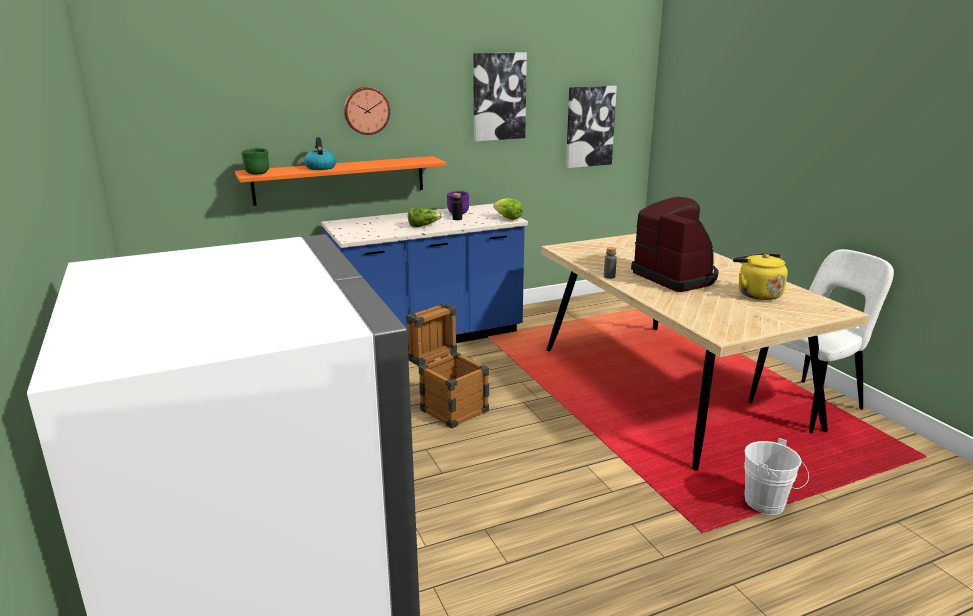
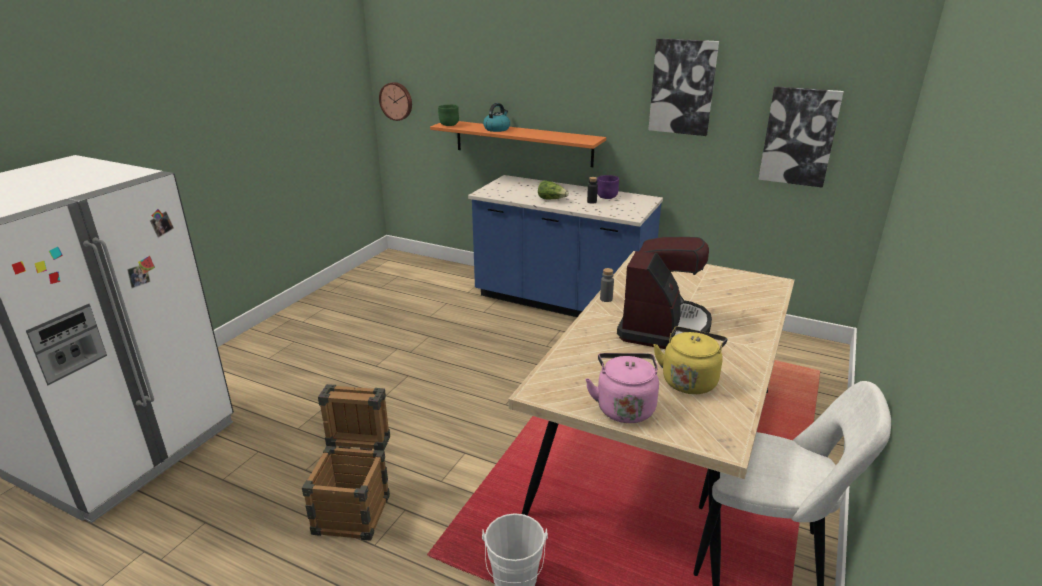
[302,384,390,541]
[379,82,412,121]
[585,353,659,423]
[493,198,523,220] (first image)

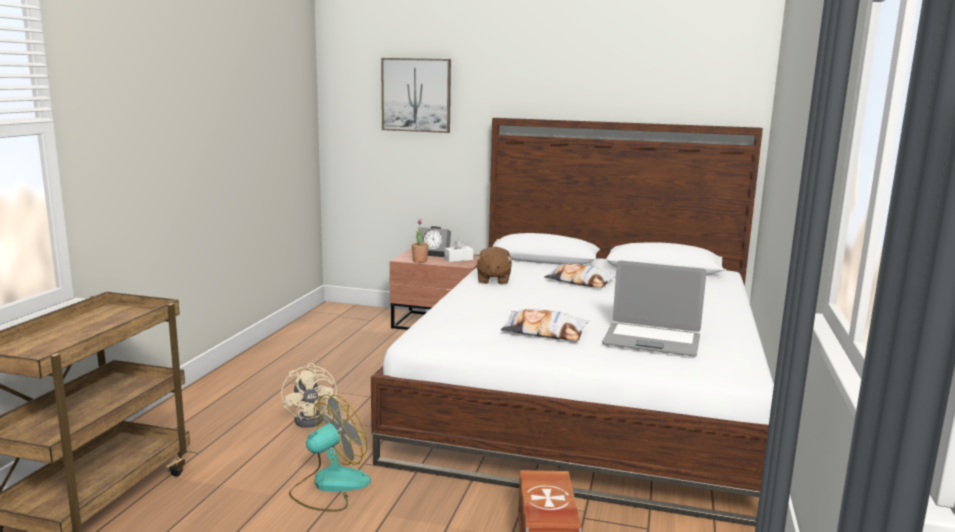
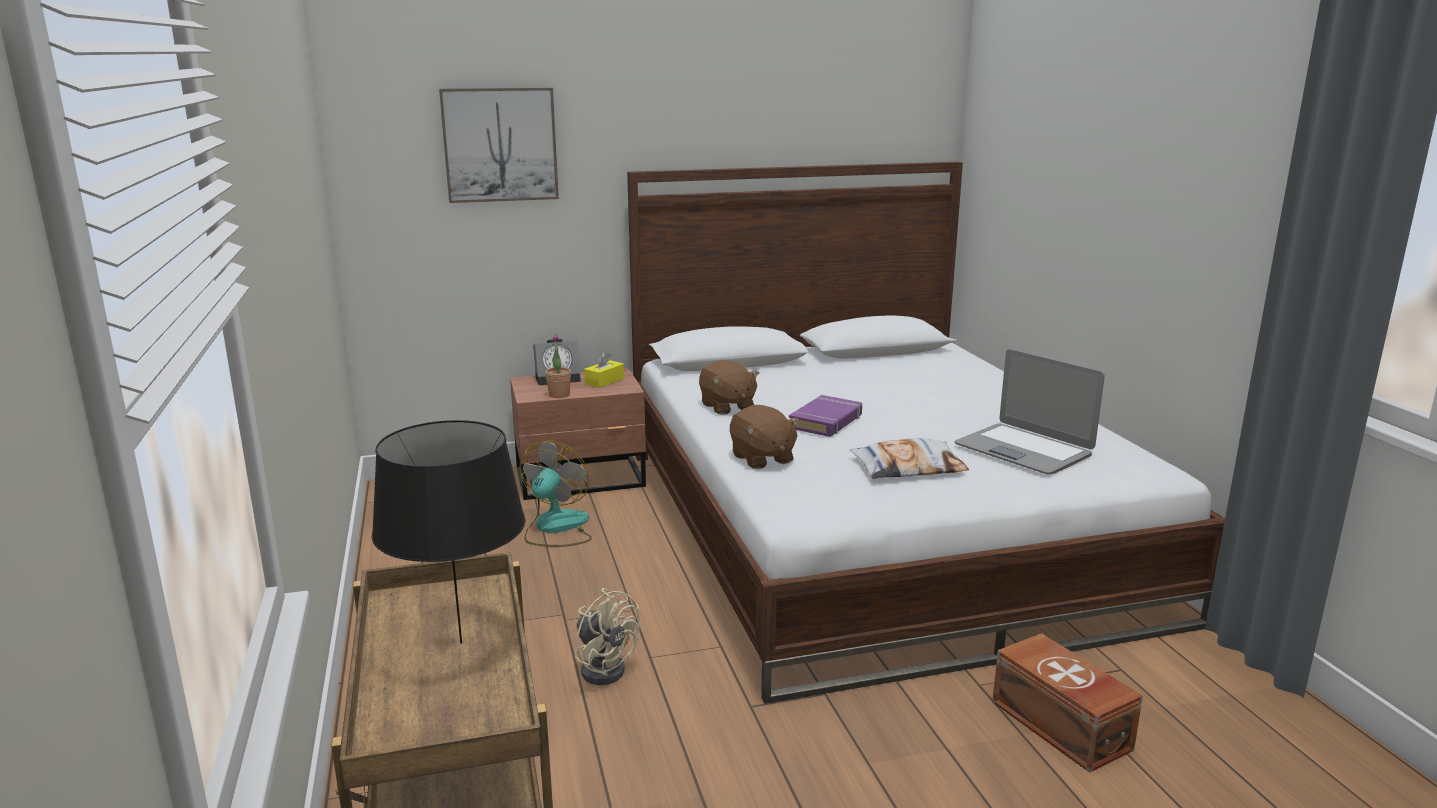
[372,420,526,644]
[520,441,592,547]
[584,351,624,388]
[730,405,800,469]
[789,395,862,437]
[955,349,1105,475]
[544,263,616,288] (first image)

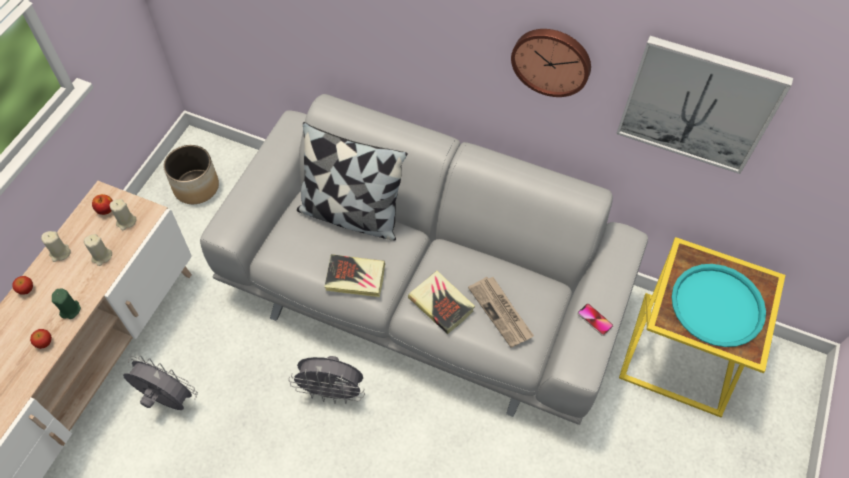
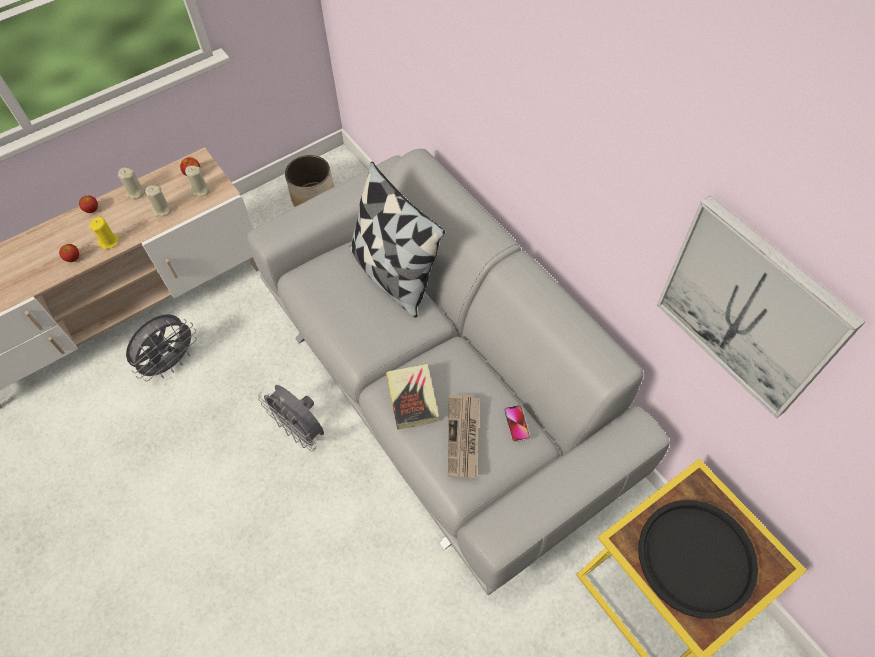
[89,217,119,250]
[126,314,197,381]
[504,405,530,442]
[638,500,758,619]
[324,254,385,297] (first image)
[511,29,591,97] (first image)

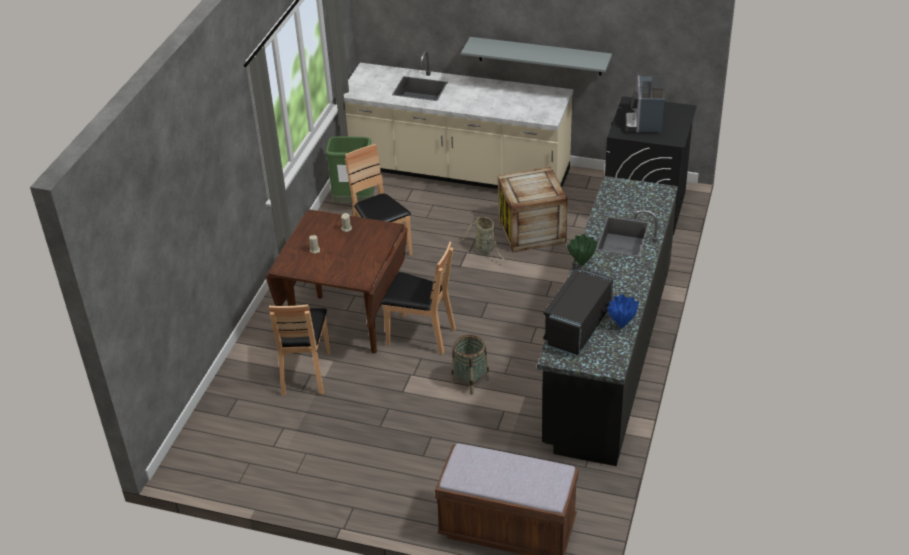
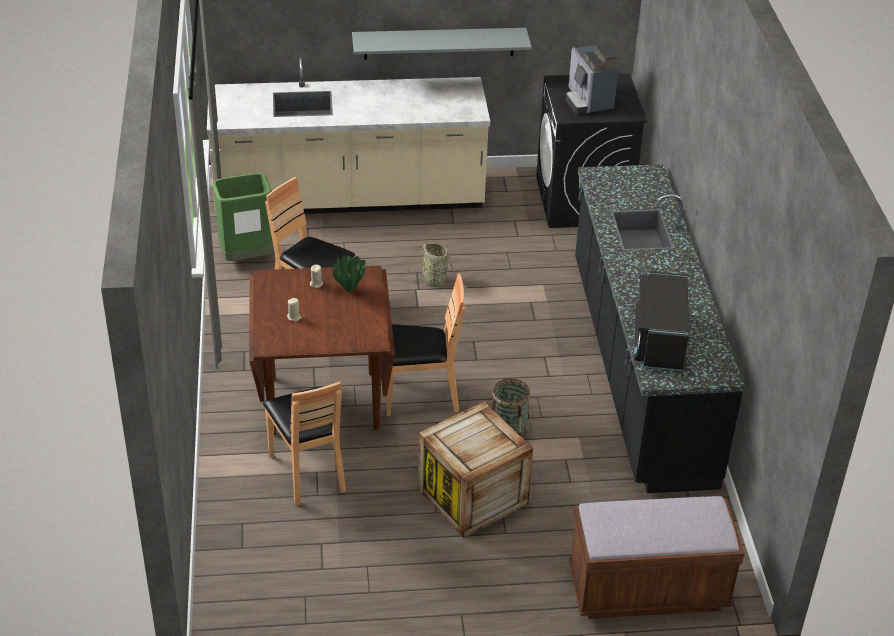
[332,255,366,292]
[418,402,533,538]
[607,294,639,328] (first image)

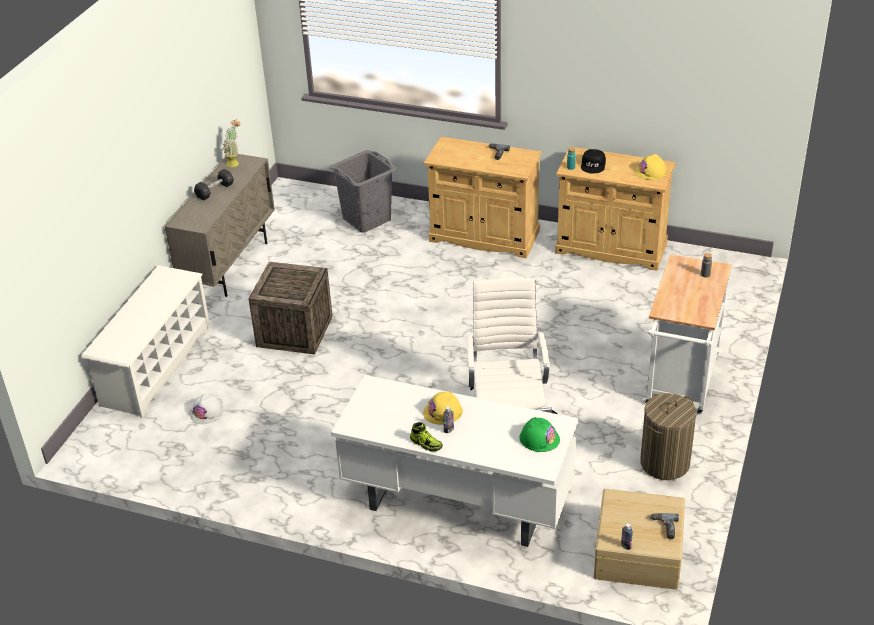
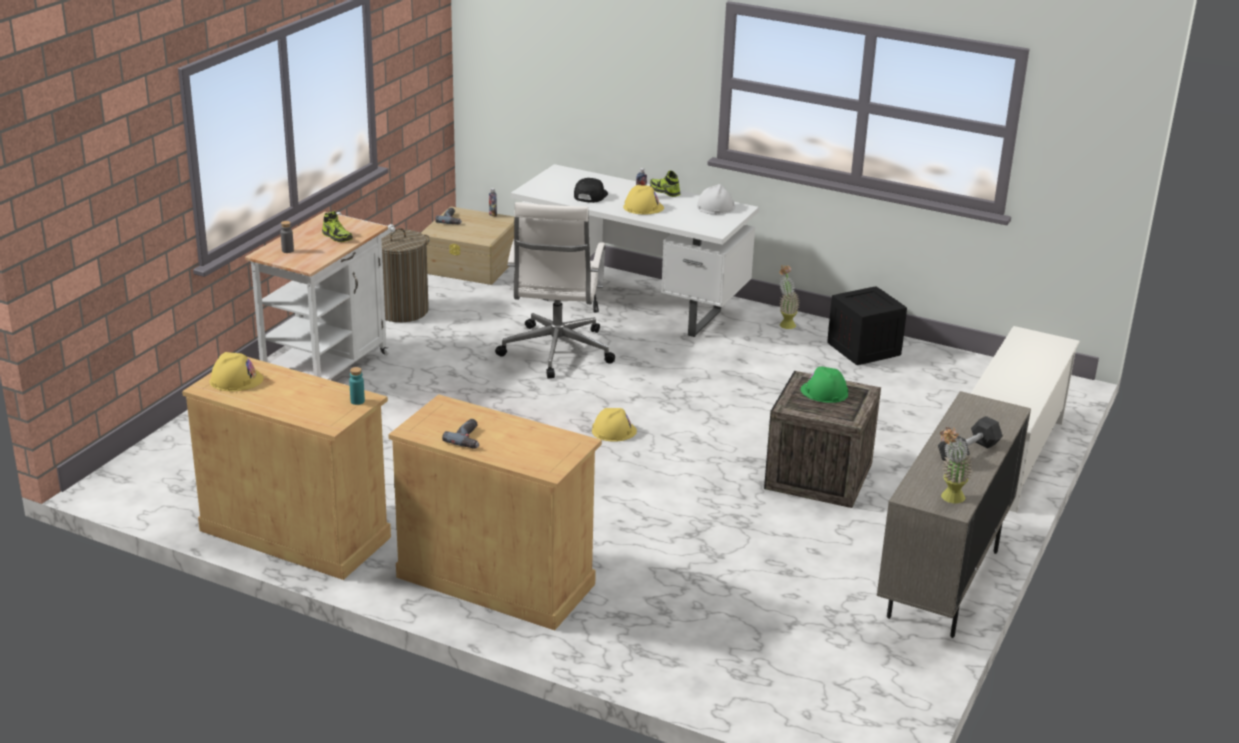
[322,211,353,242]
[574,178,608,203]
[592,408,637,442]
[697,184,736,215]
[779,265,799,329]
[801,367,848,403]
[827,286,907,365]
[330,150,396,233] (first image)

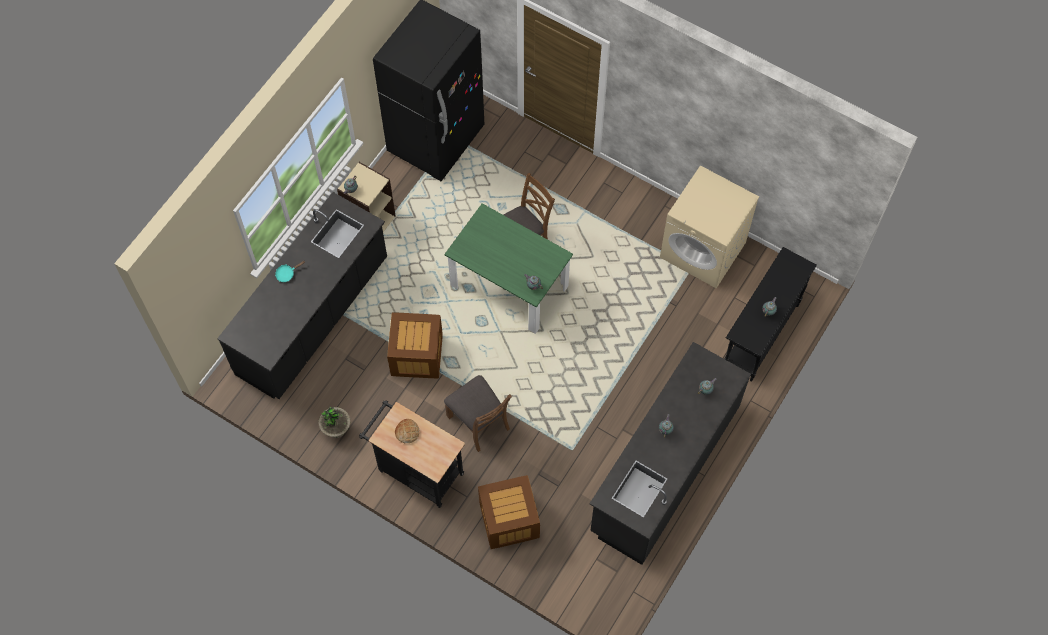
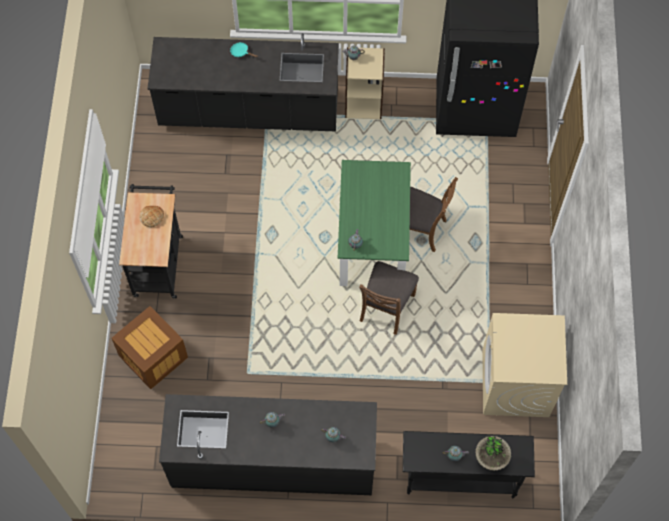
[359,261,419,335]
[475,436,511,471]
[387,312,443,378] (first image)

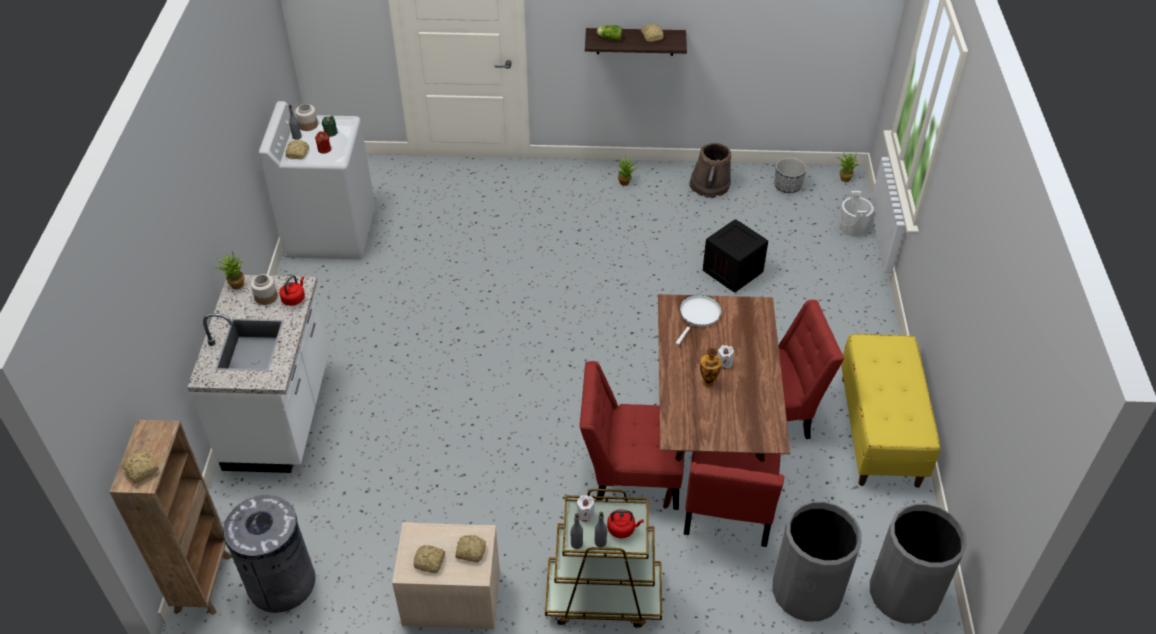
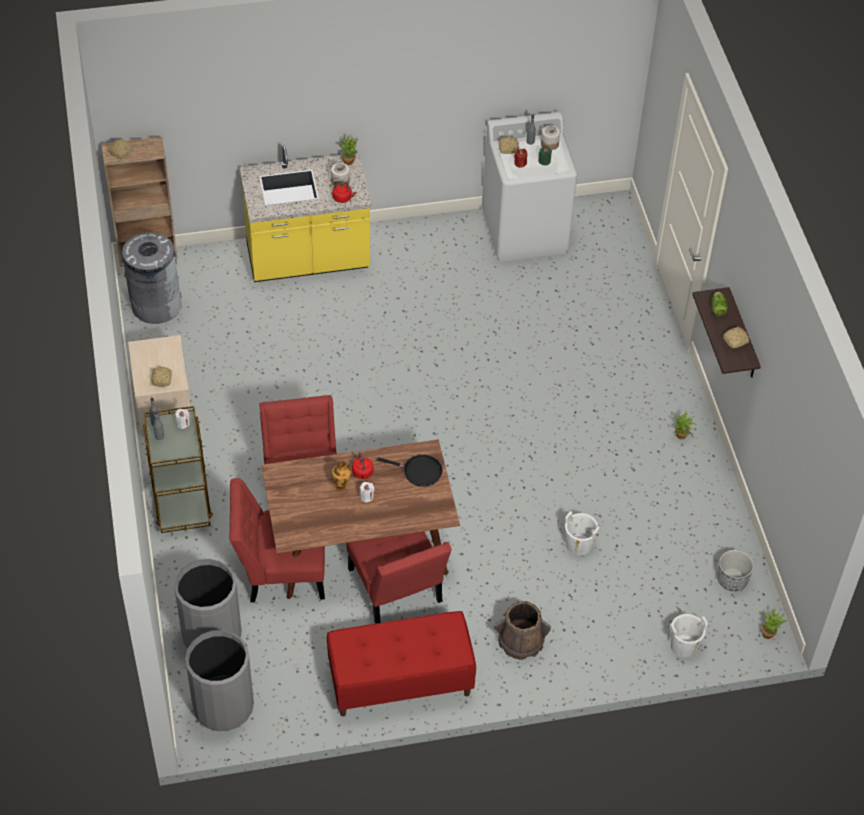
[239,145,372,282]
[327,611,476,716]
[352,452,374,479]
[377,454,442,487]
[494,601,551,660]
[565,511,599,555]
[414,545,445,573] (first image)

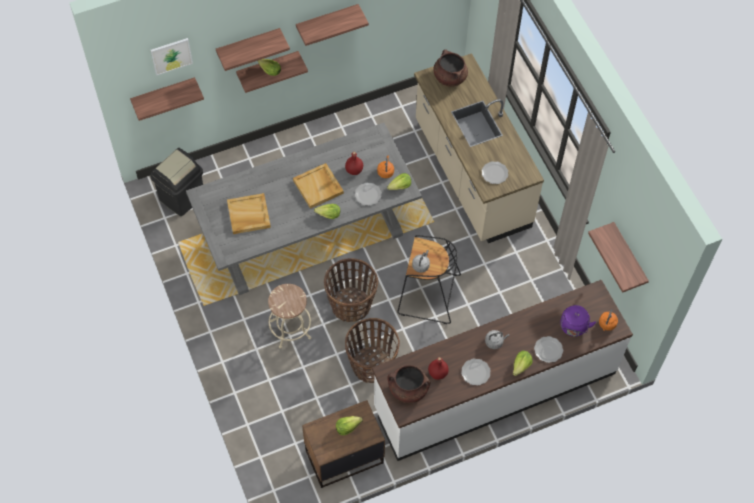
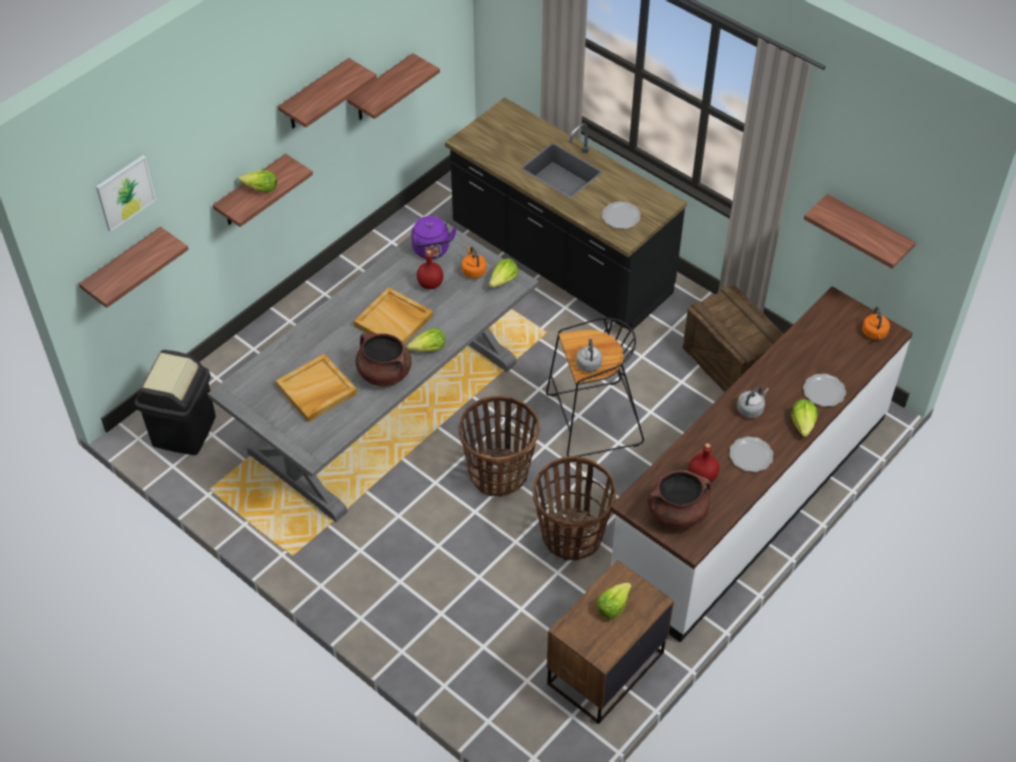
[347,53,440,120]
[356,333,412,386]
[411,216,457,259]
[445,97,687,330]
[683,285,784,392]
[268,284,311,349] (first image)
[355,183,382,206] (first image)

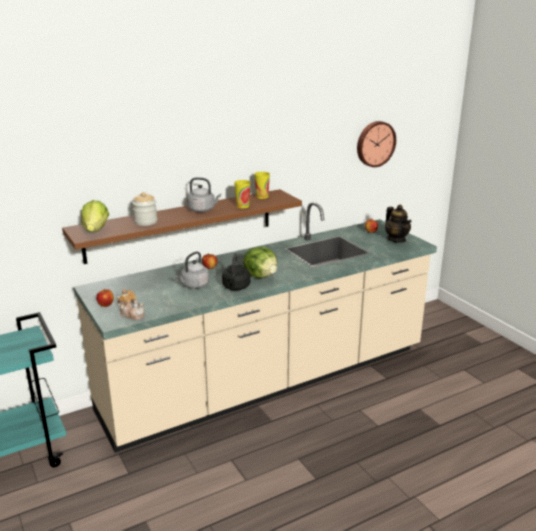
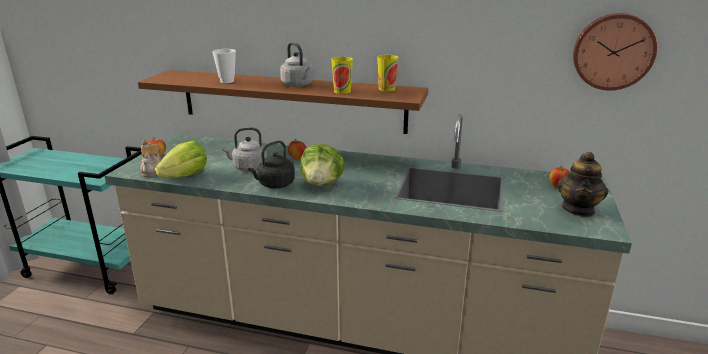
[155,141,207,178]
[212,49,236,83]

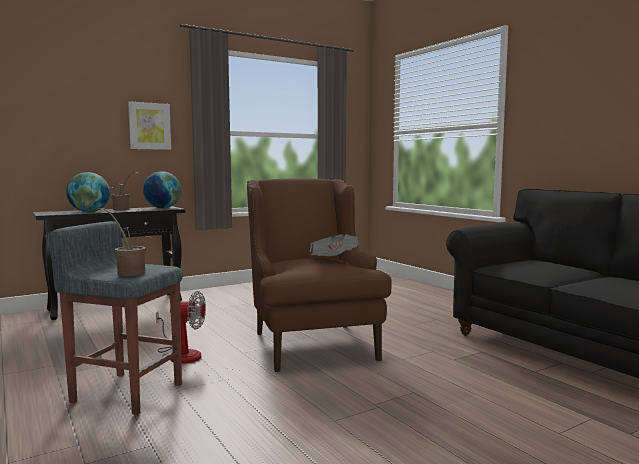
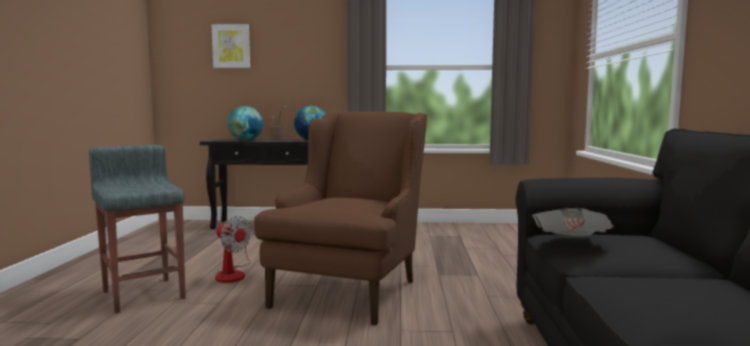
[212,24,250,68]
[532,208,614,236]
[96,208,150,276] (first image)

